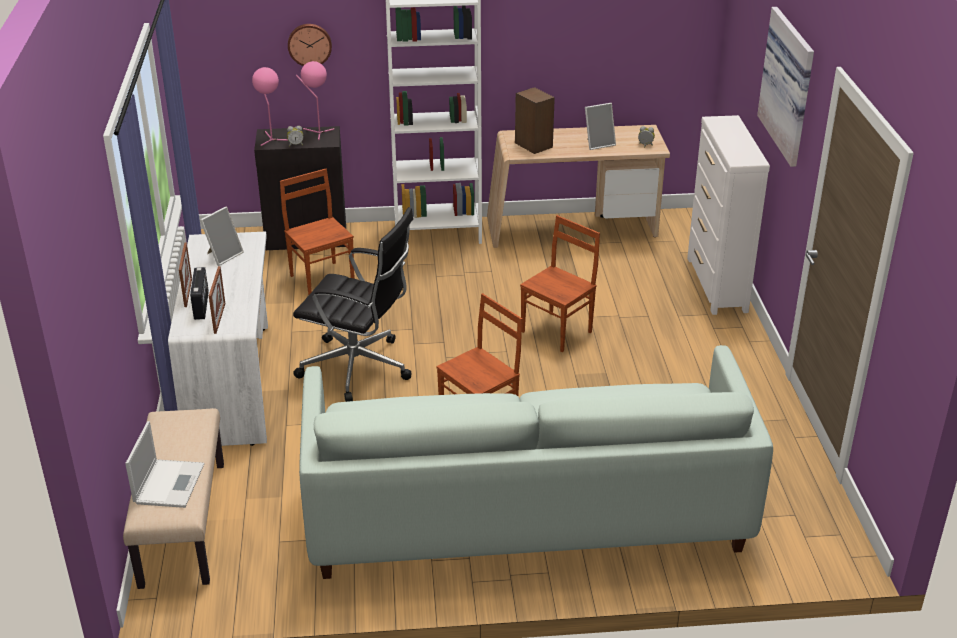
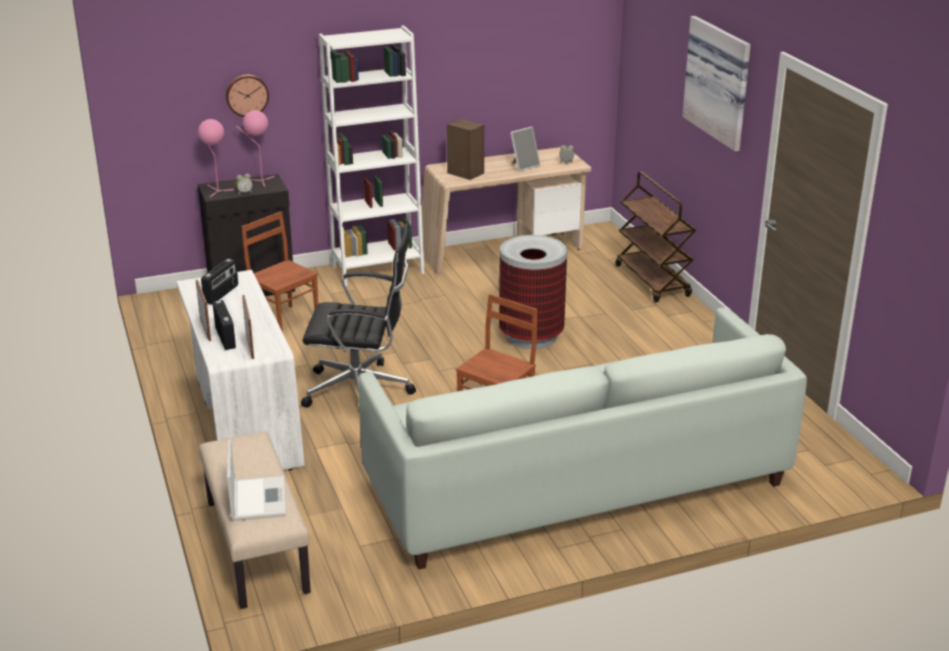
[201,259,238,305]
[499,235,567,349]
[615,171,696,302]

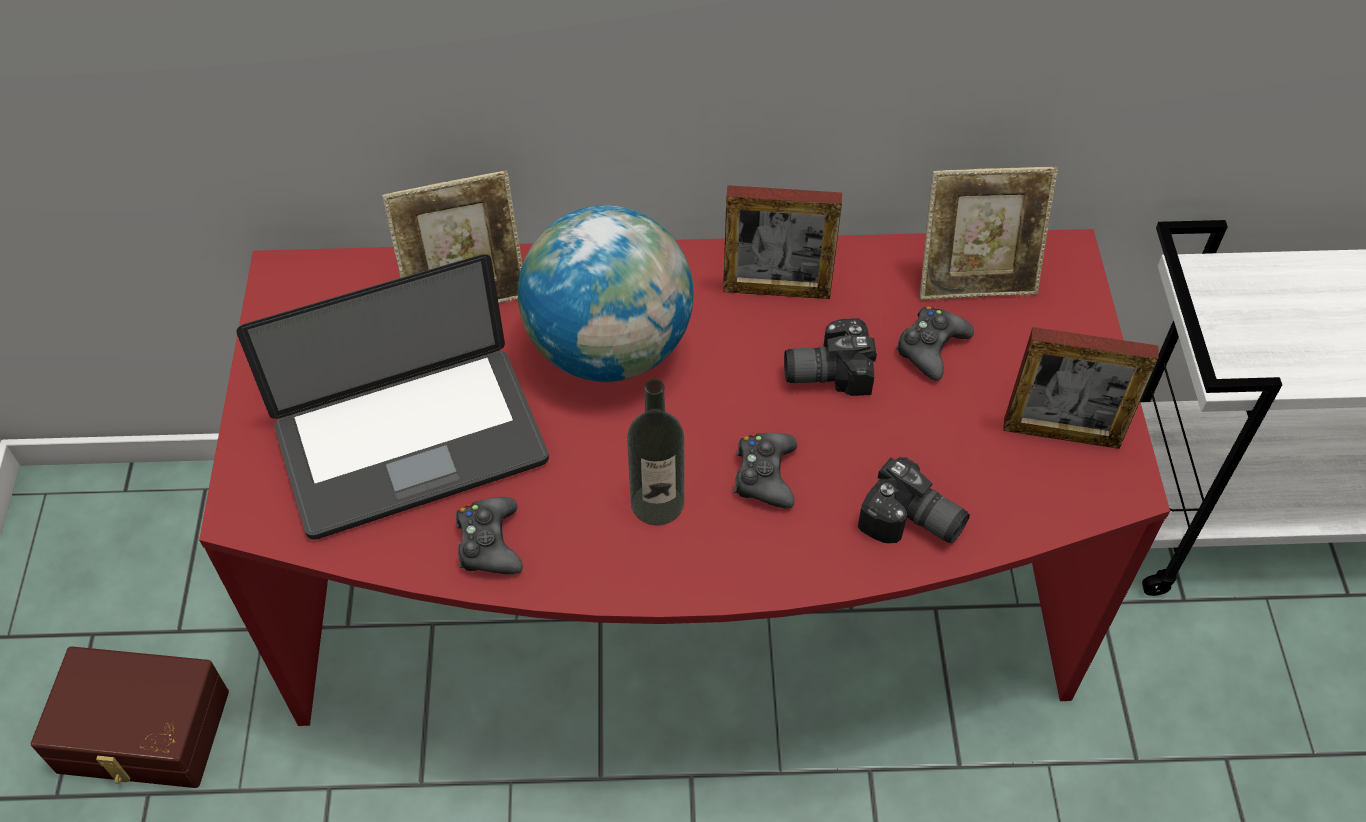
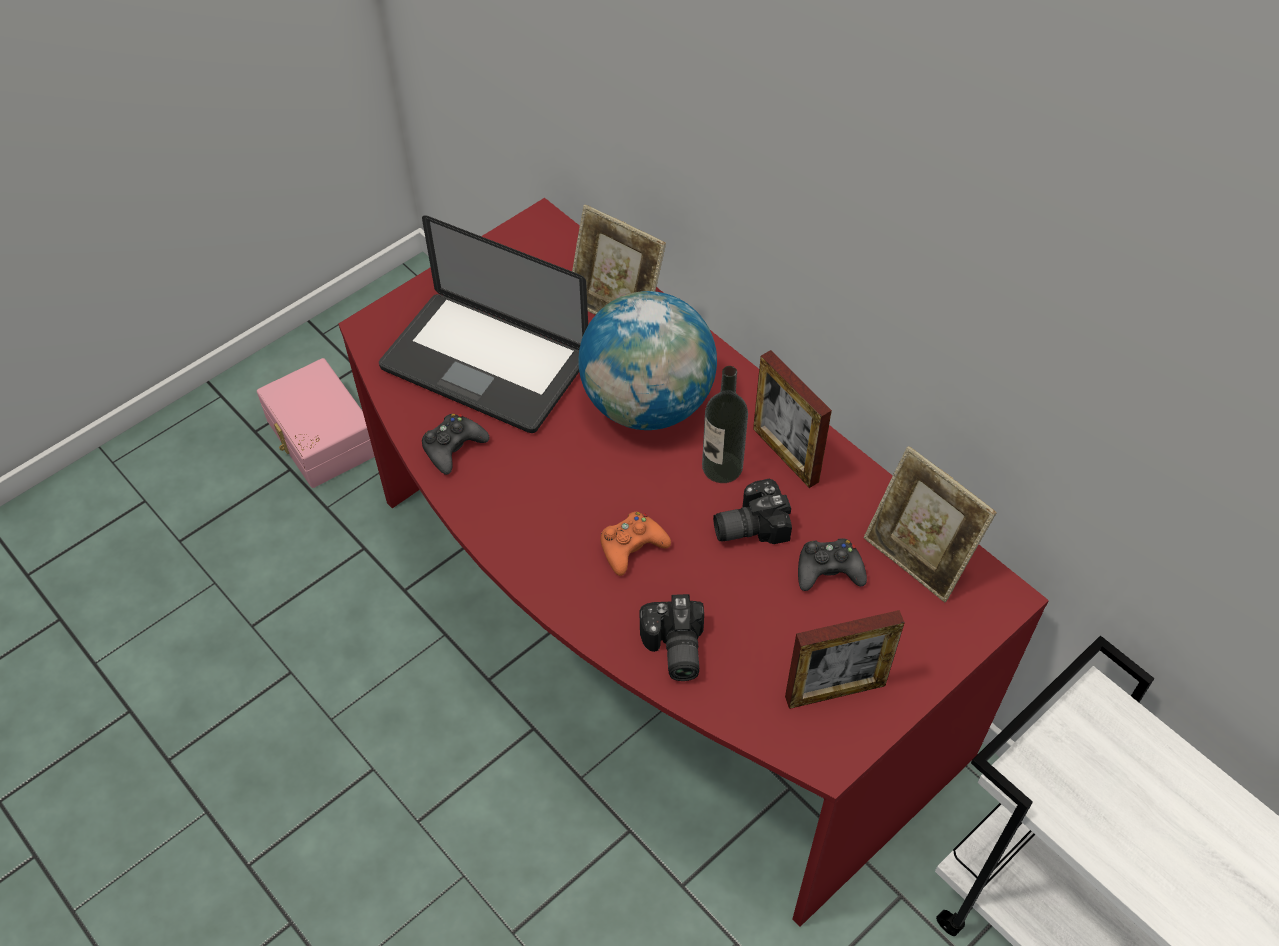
[257,358,375,488]
[600,512,671,576]
[702,366,748,483]
[713,479,792,544]
[785,610,905,709]

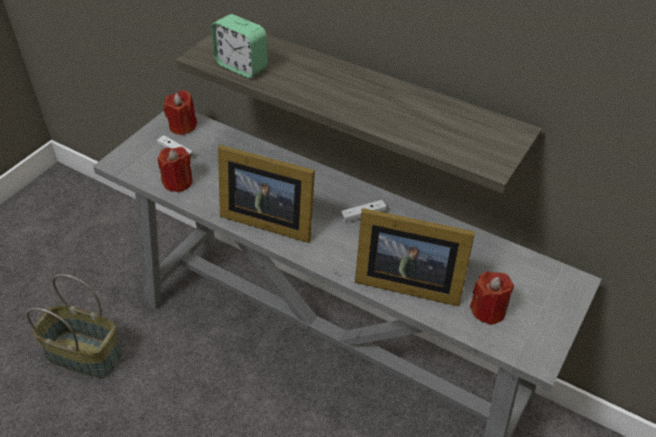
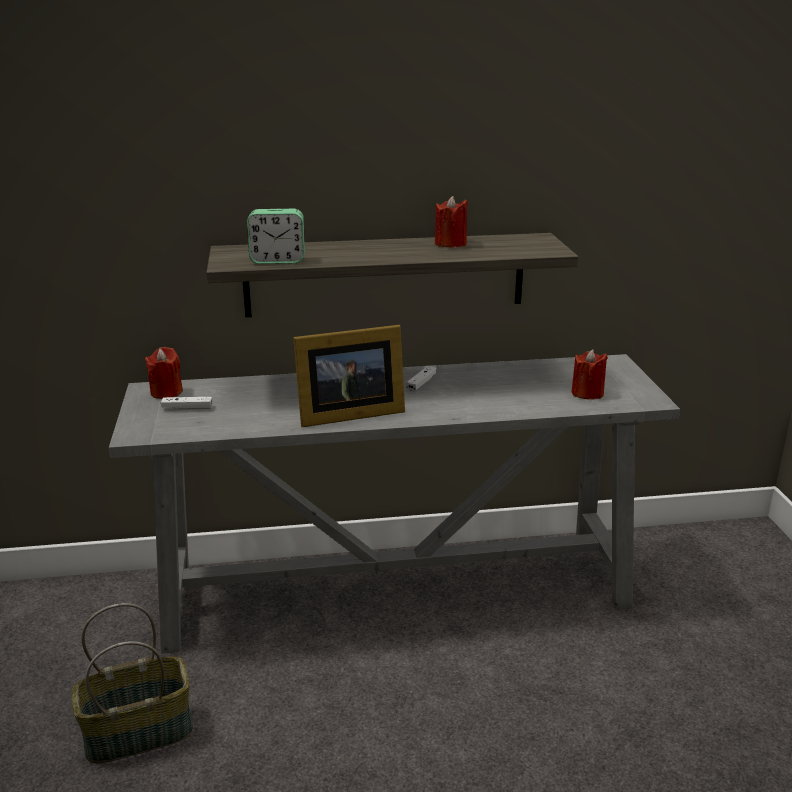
[435,196,468,247]
[355,208,475,307] (first image)

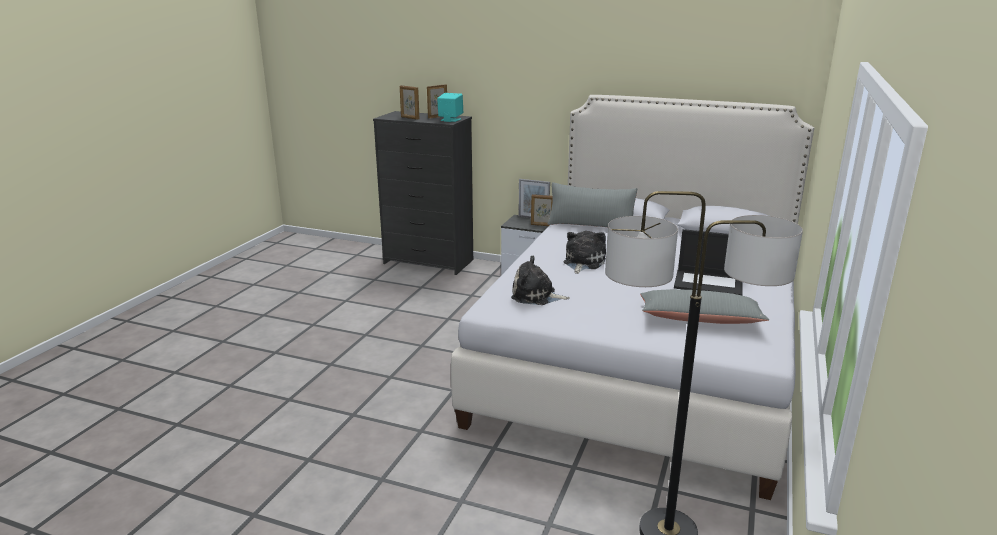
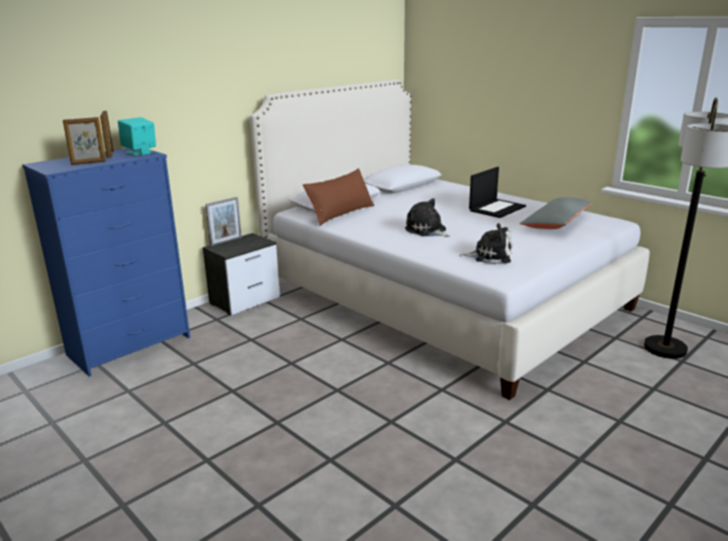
[22,148,190,377]
[303,168,374,226]
[459,223,512,264]
[531,194,553,226] (first image)

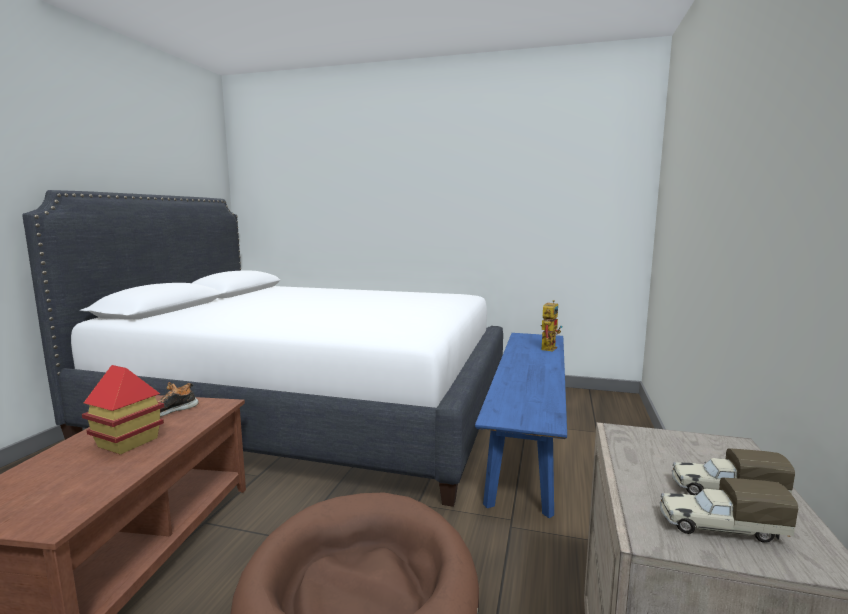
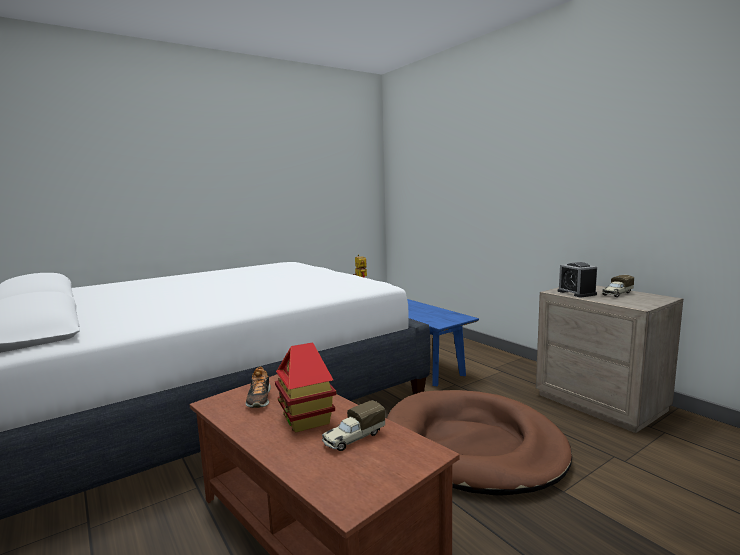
[322,400,385,451]
[558,262,597,297]

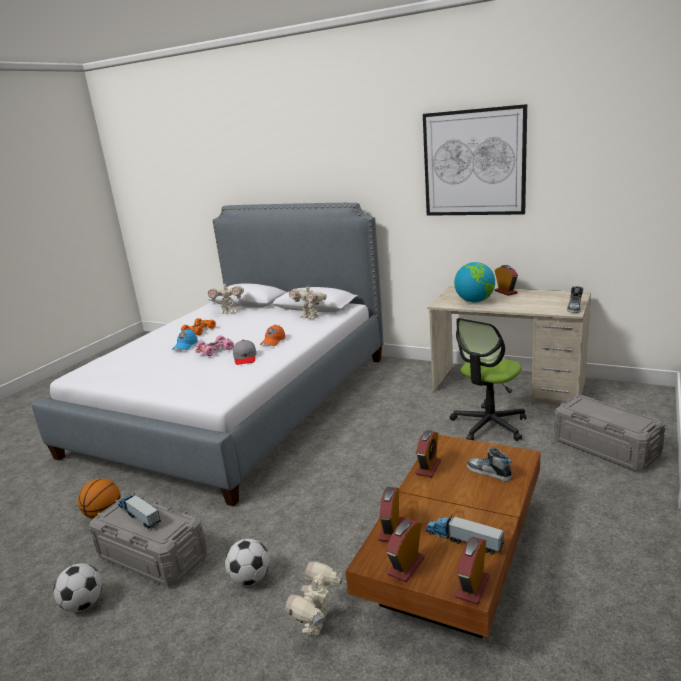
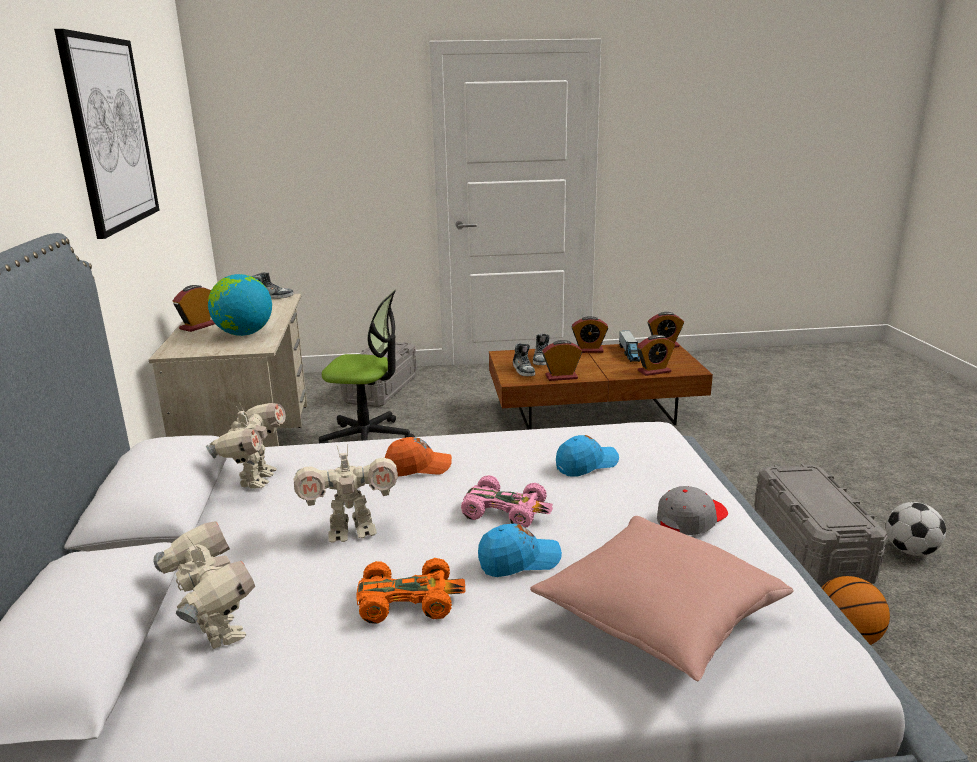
[294,444,398,543]
[513,344,535,376]
[530,516,793,681]
[556,435,619,477]
[572,316,608,353]
[657,486,728,535]
[118,493,161,529] (first image)
[225,539,269,585] (first image)

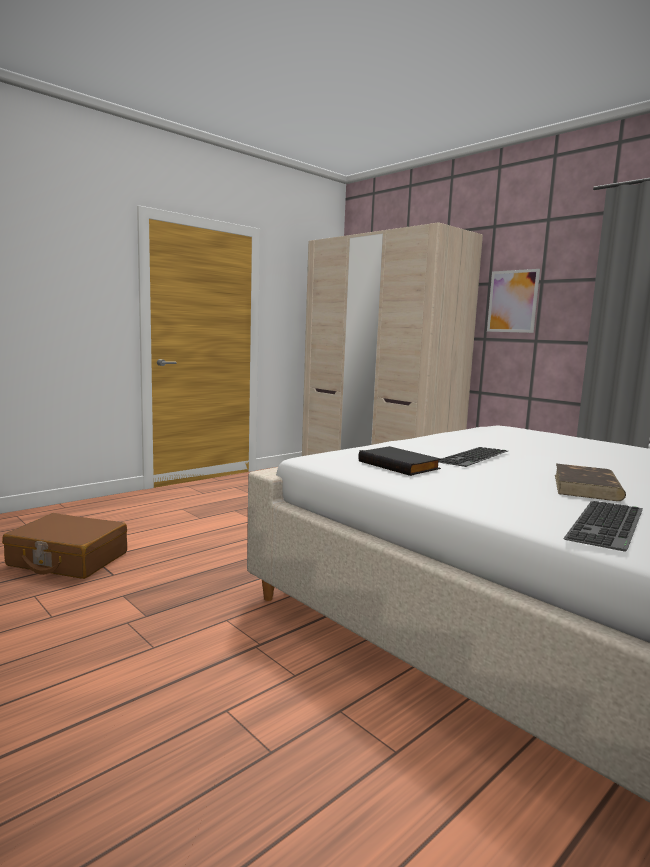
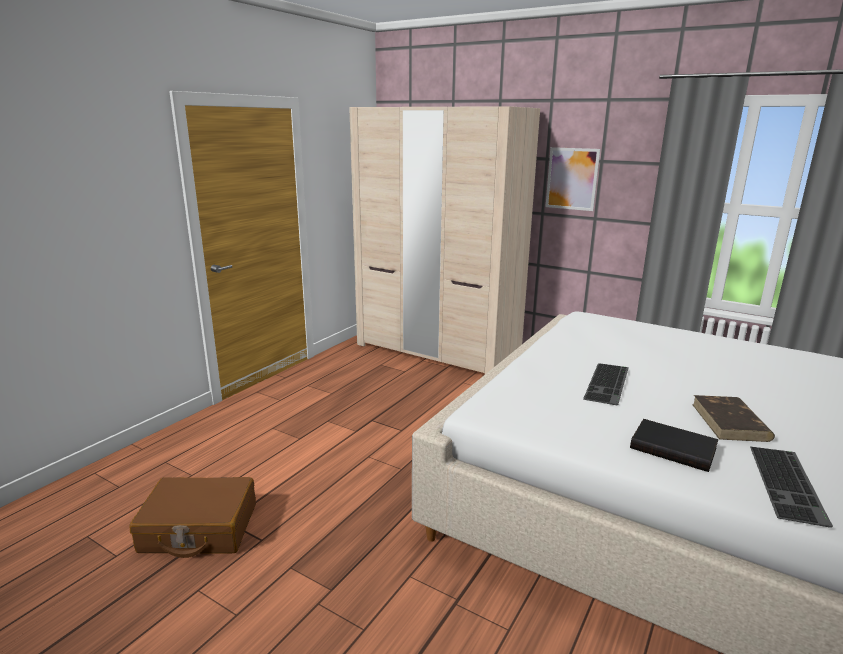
[630,419,718,472]

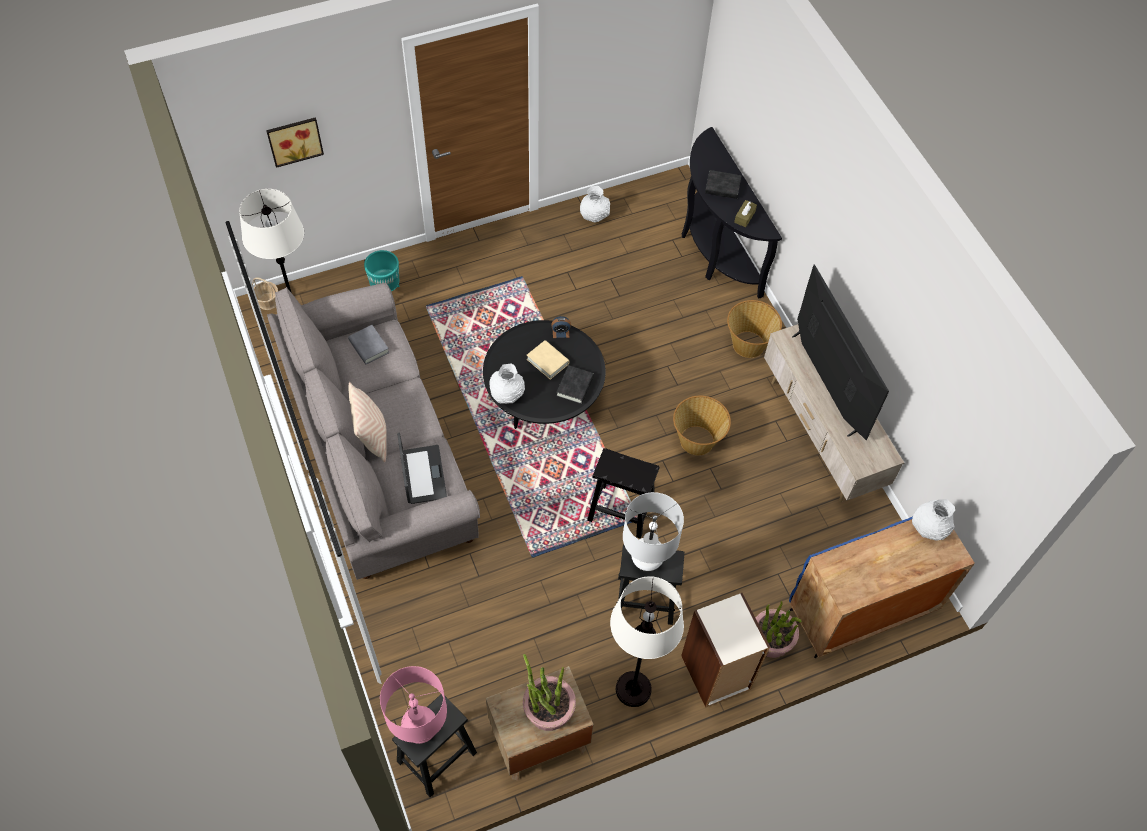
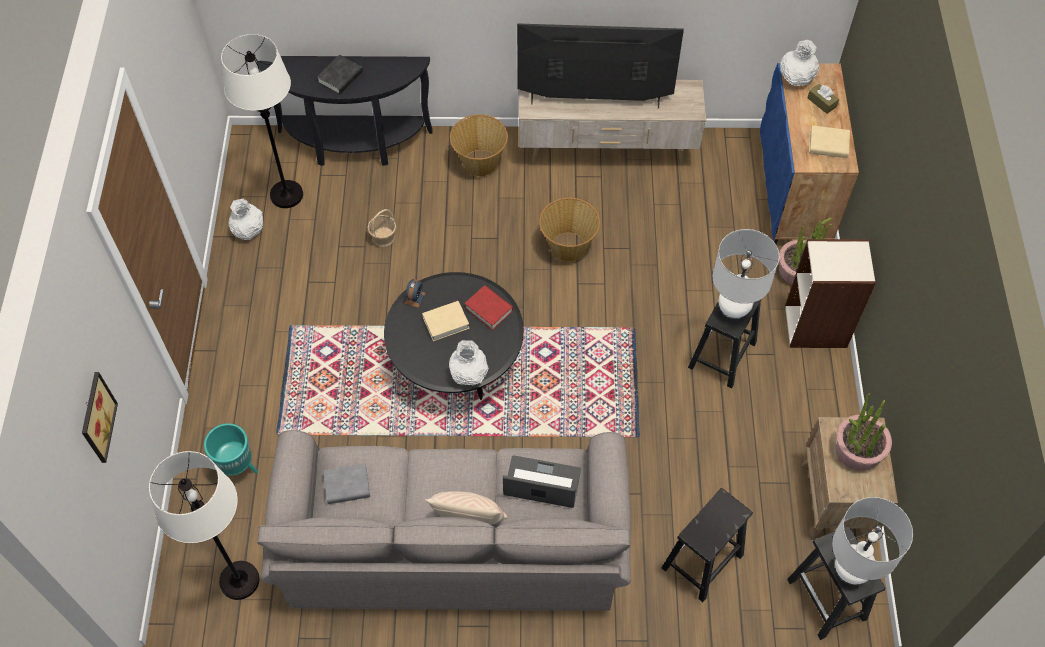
[221,34,303,208]
[367,209,396,247]
[464,285,513,330]
[662,488,753,602]
[808,84,839,114]
[809,125,850,158]
[832,497,913,585]

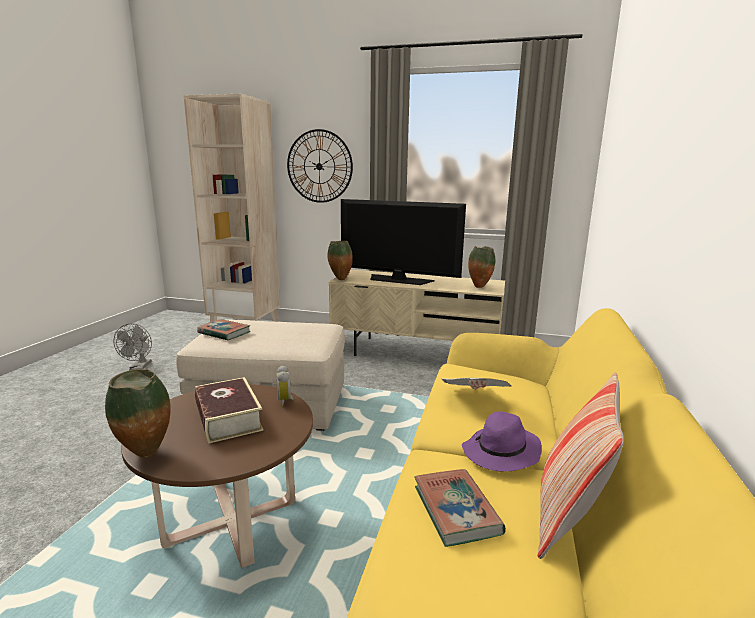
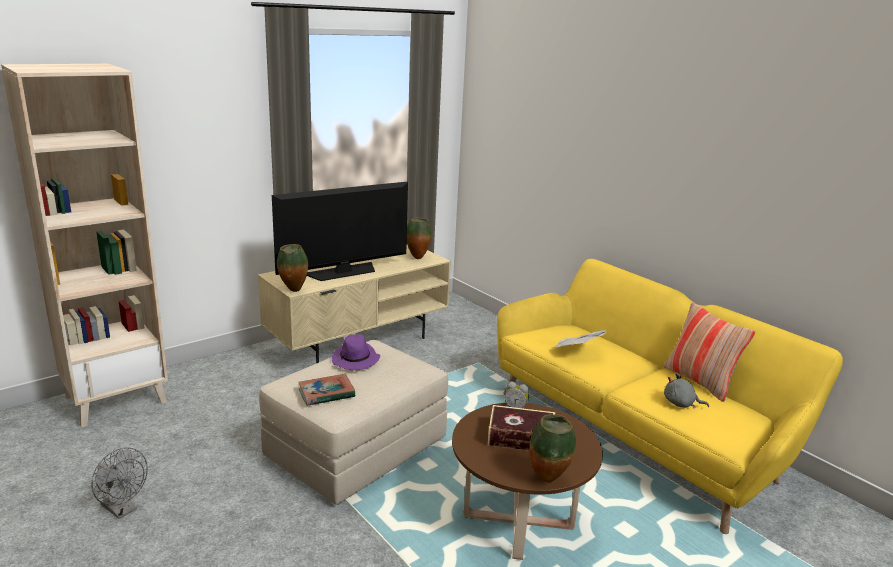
[332,334,380,370]
[664,373,709,409]
[287,129,353,203] (first image)

